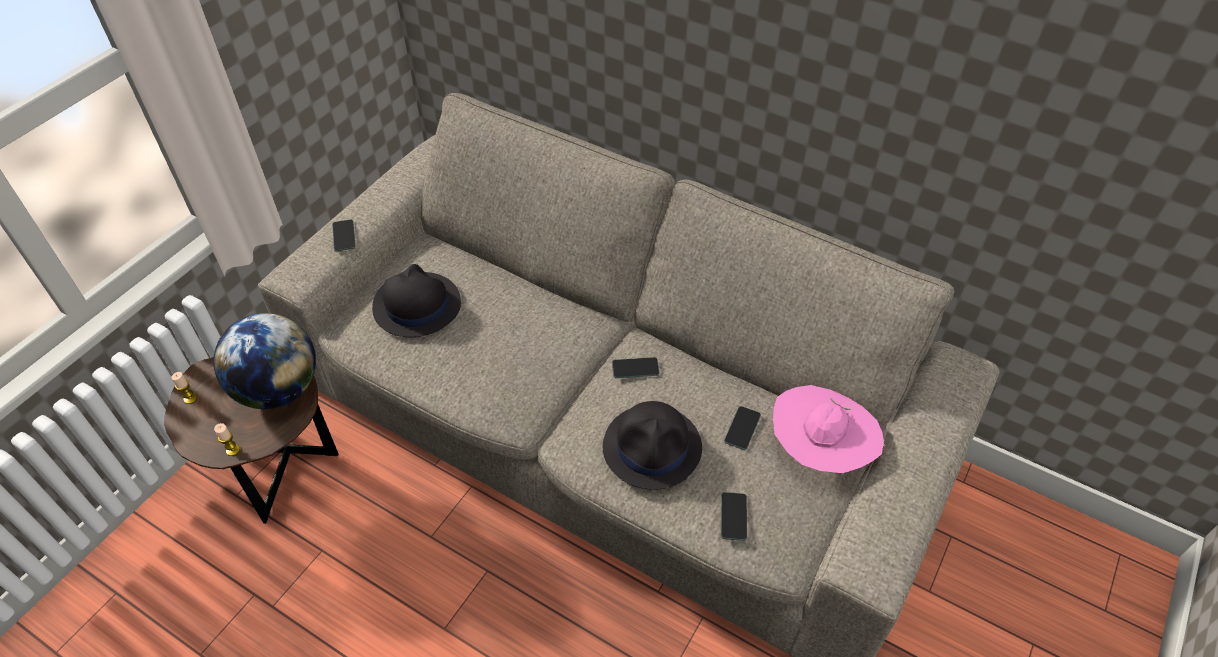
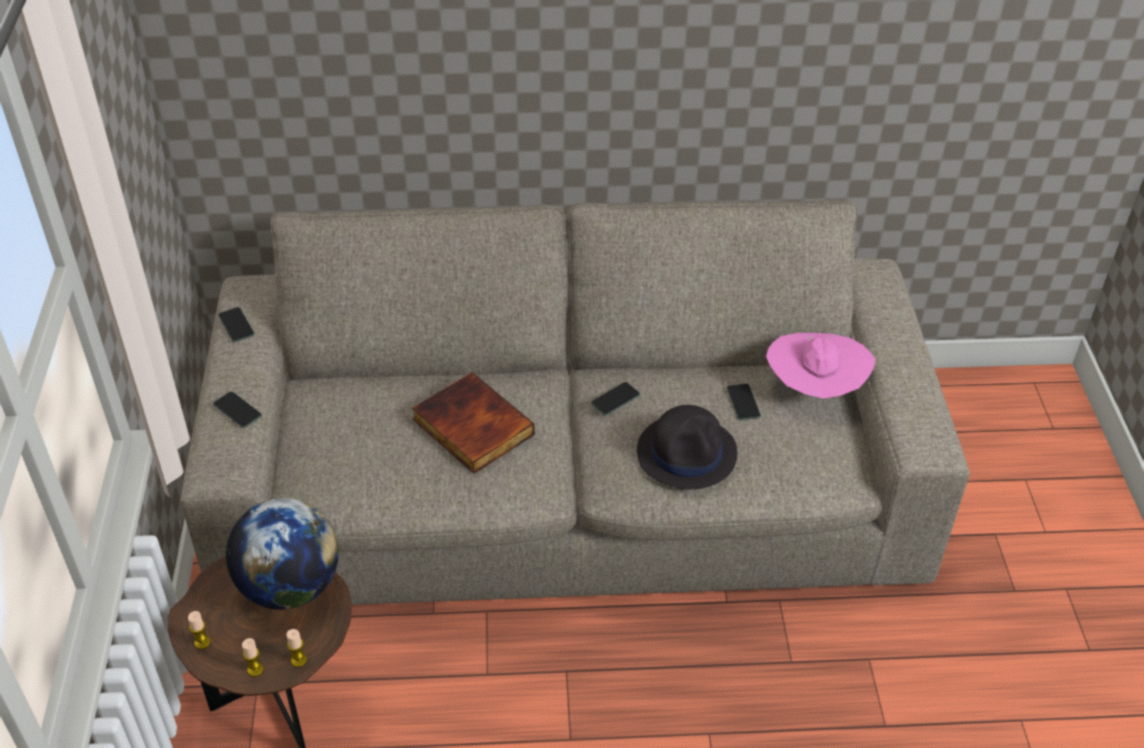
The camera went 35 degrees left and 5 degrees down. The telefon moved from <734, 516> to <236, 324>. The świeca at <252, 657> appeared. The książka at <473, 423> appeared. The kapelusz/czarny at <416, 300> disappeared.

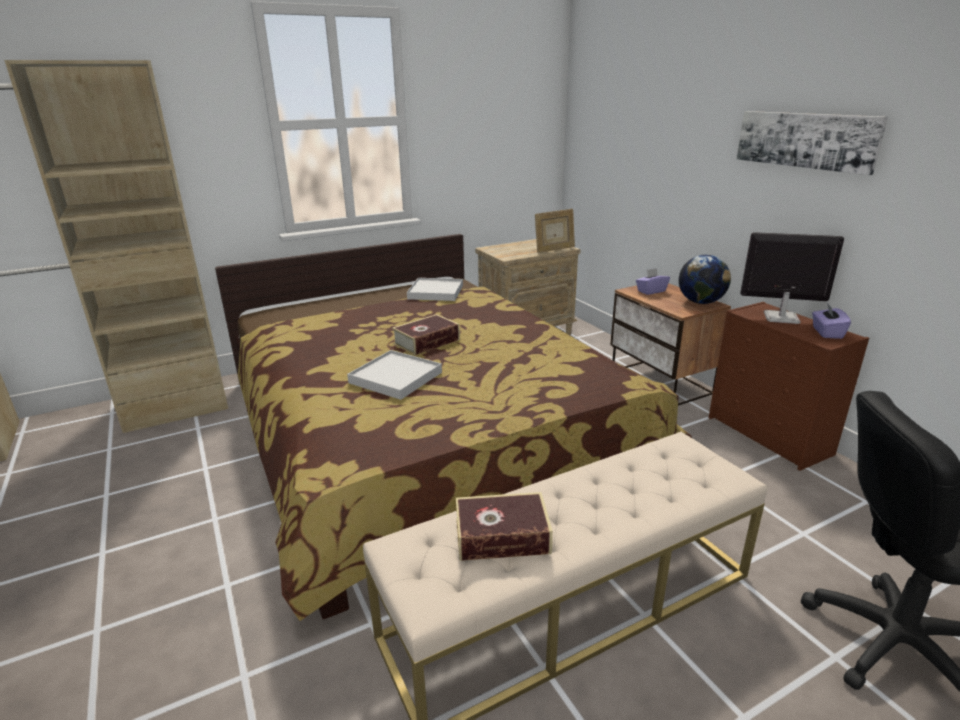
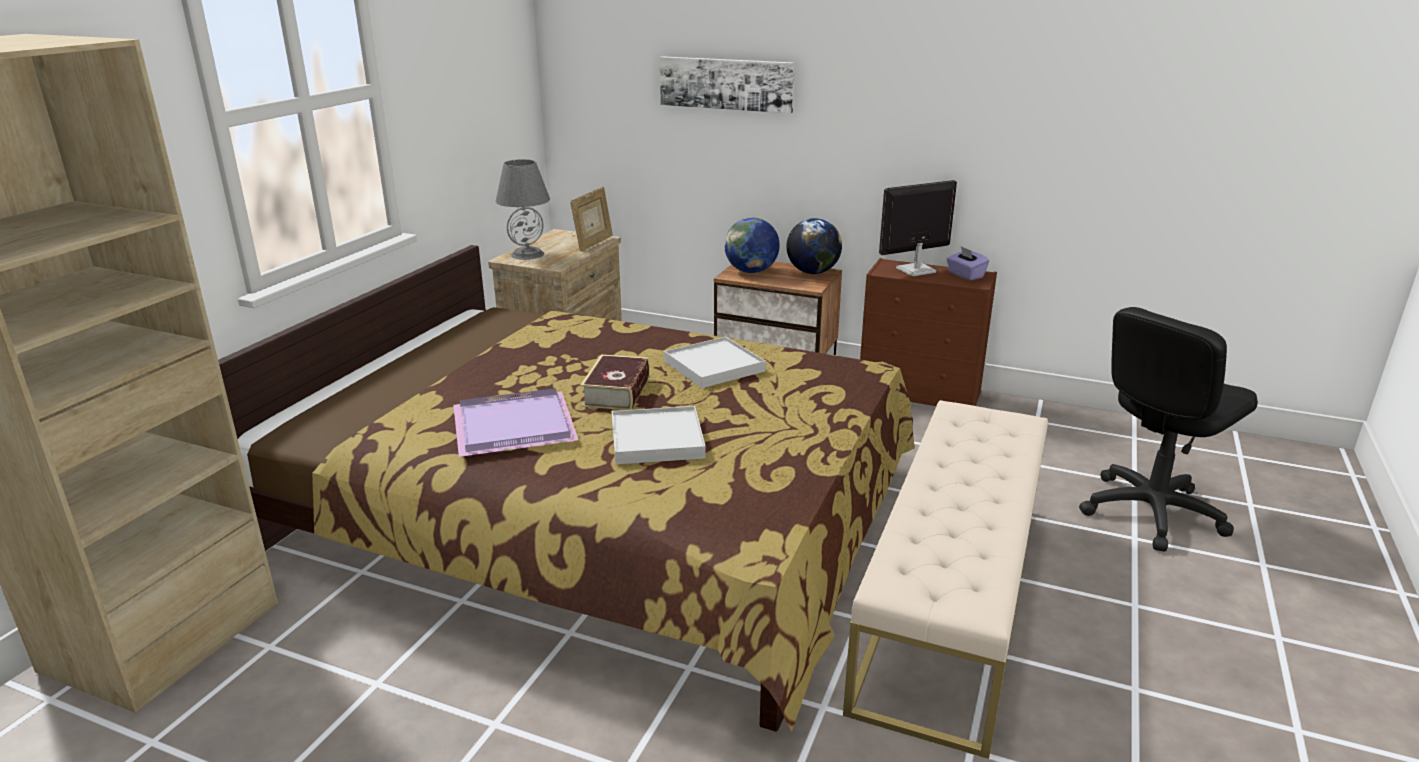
The camera went 40 degrees left and 0 degrees up. The taca/fioletowy at <516, 422> appeared. The lampa stołowa/szary at <522, 209> appeared. The obraz moved from <812, 143> to <727, 85>. The taca/biały moved from <435, 289> to <715, 362>. The pudełko chusteczek/fioletowy at <653, 281> was replaced by the globus at <752, 245>. The książka at <504, 526> disappeared.

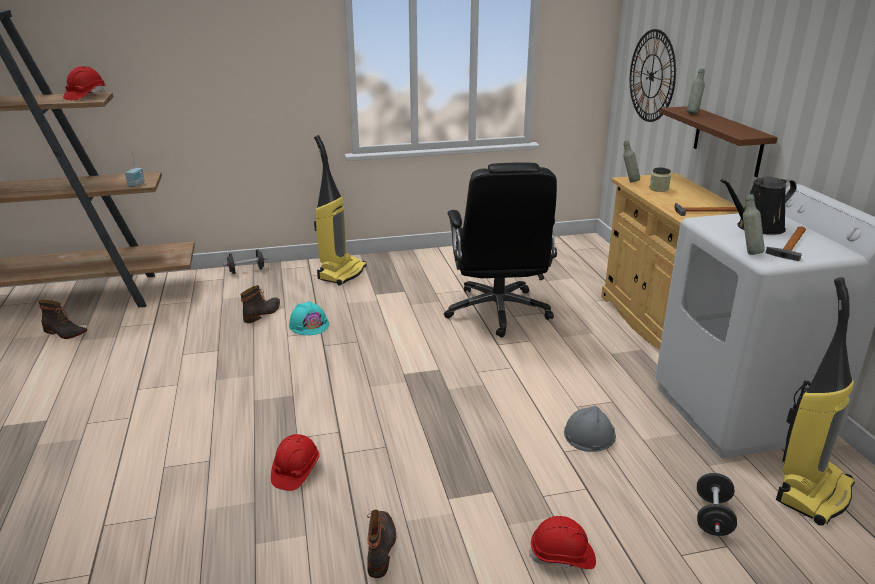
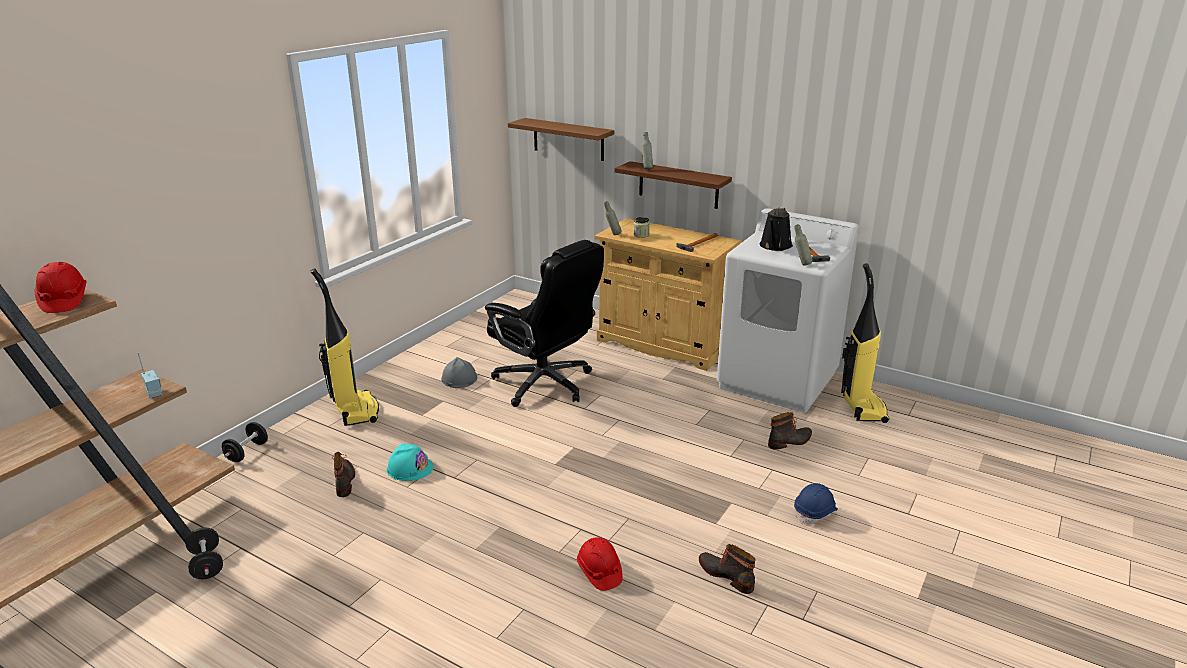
The camera went 45 degrees left and 0 degrees up. The hantel/czarny moved from <717, 504> to <204, 553>. The kask/szary moved from <590, 429> to <459, 372>. The zegar ścienny at <653, 75> was replaced by the półka/brązowy at <561, 139>. The but z cholewką moved from <63, 319> to <790, 431>. The kask/czerwony at <562, 542> became the kask/niebieski at <816, 504>.

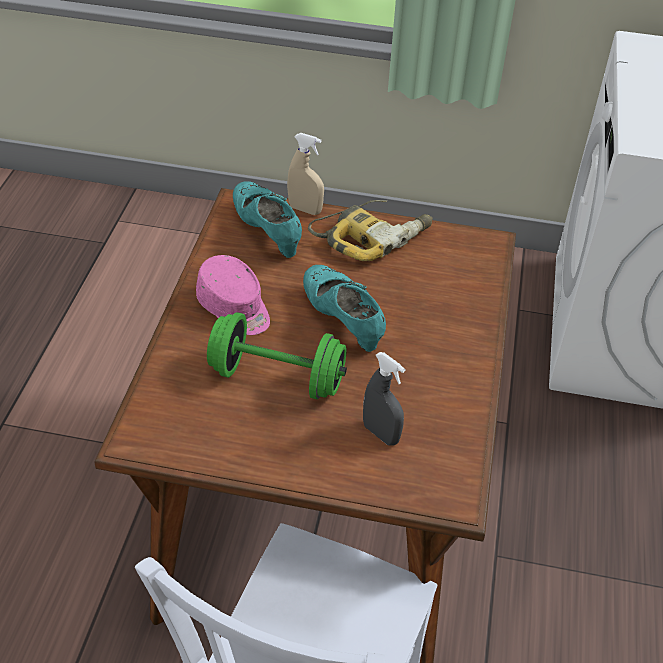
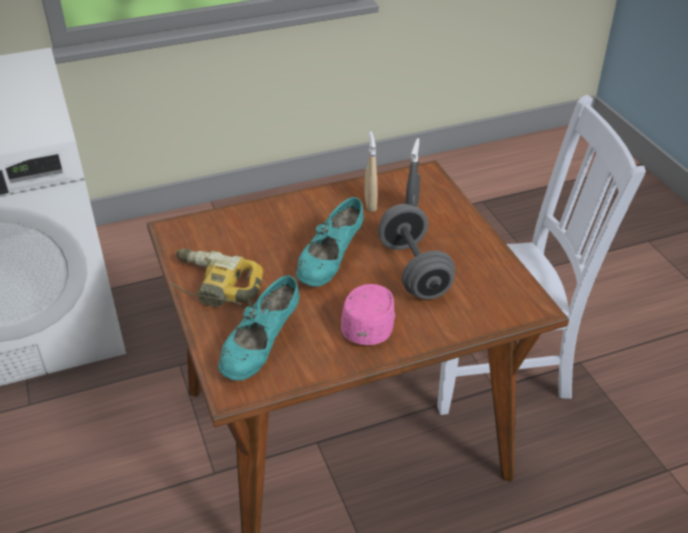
The camera went 120 degrees left and 5 degrees down. The spryskiwacz/beżowy moved from <305, 174> to <371, 171>. The hantel/zielony at <277, 356> became the hantel/szary at <416, 252>.

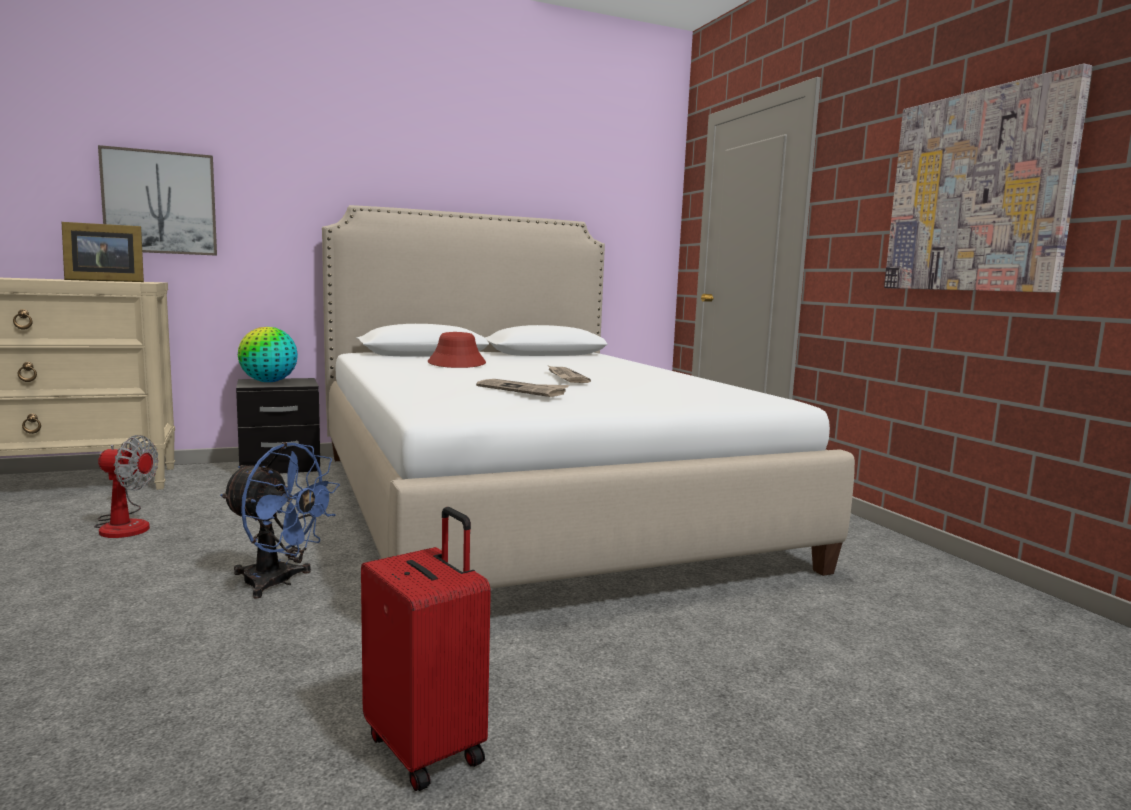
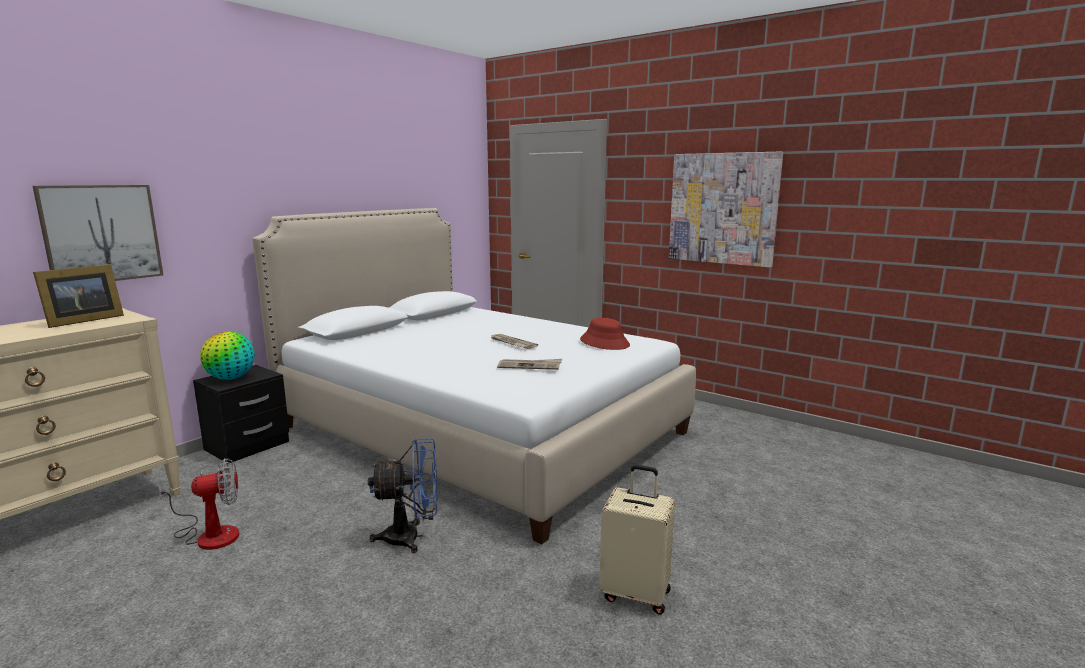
The camera went 30 degrees left and 5 degrees up. The kapelusz/czerwony moved from <457, 350> to <605, 334>. The walizka/czerwony at <426, 649> became the walizka/beżowy at <637, 540>.

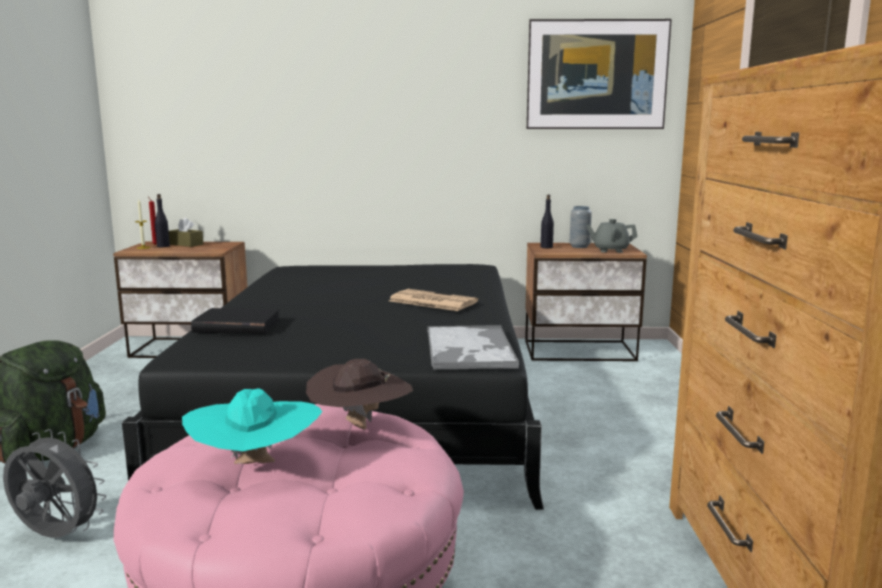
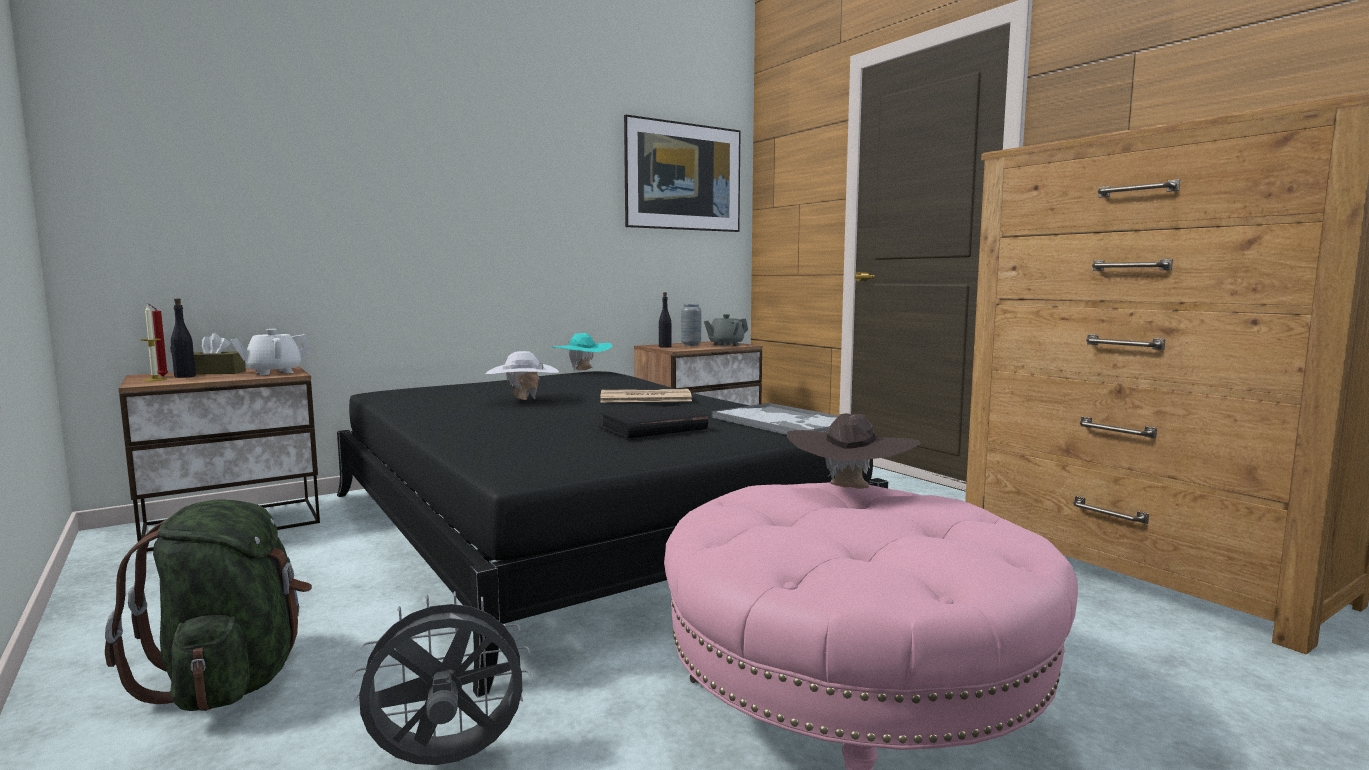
The camera went 35 degrees left and 5 degrees down. The imbryk/biały at <270, 352> appeared. The kapelusz/biały at <522, 375> appeared. The kapelusz/turkusowy moved from <252, 426> to <581, 352>. The książka/czarny moved from <236, 321> to <653, 422>.

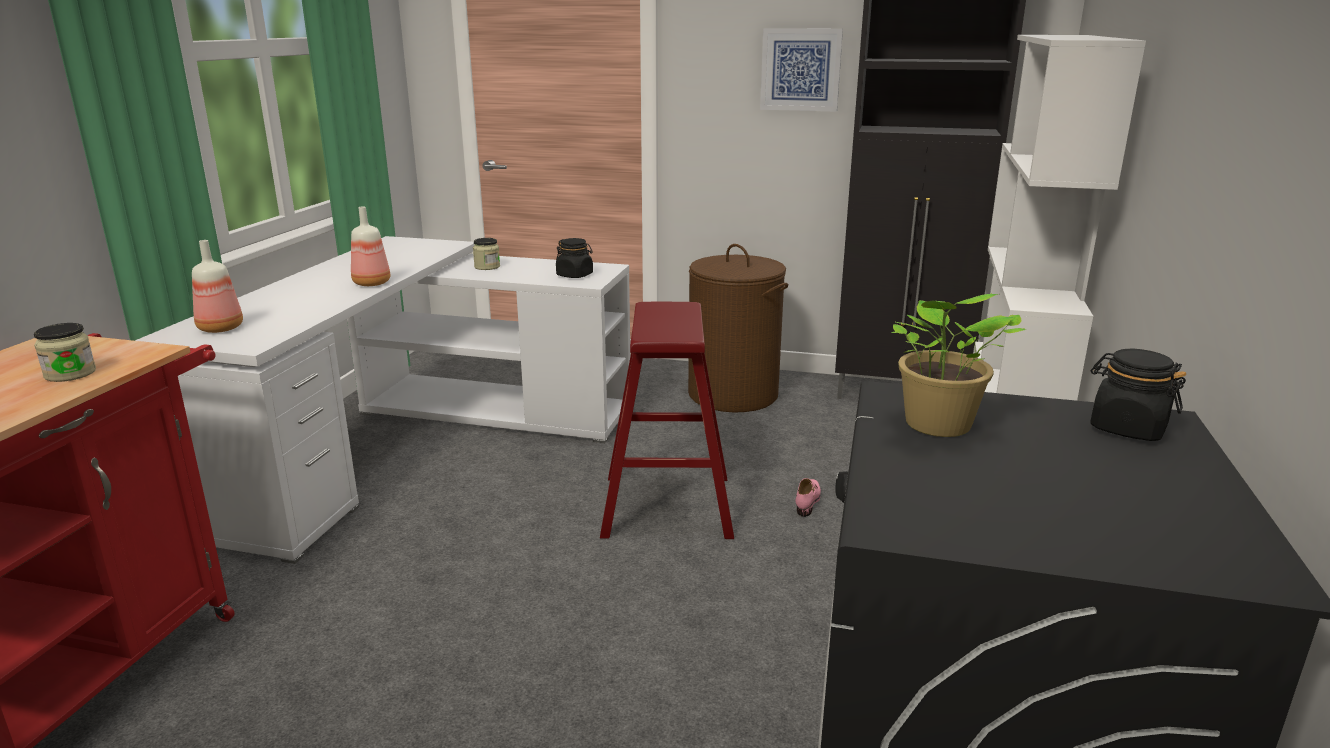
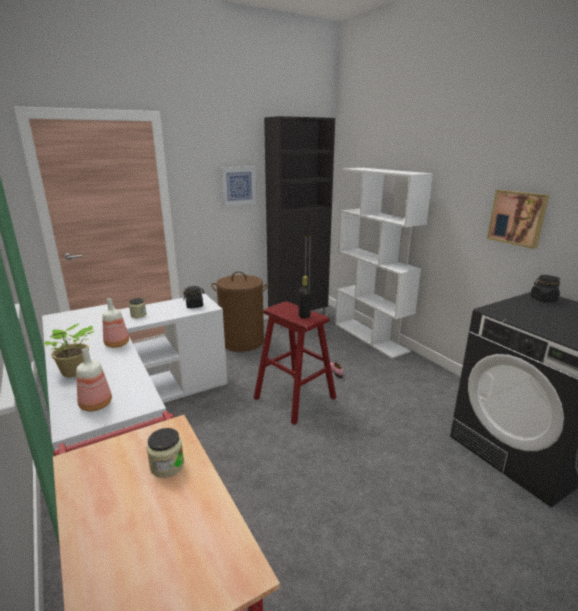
The camera went 45 degrees left and 0 degrees up. The roślina doniczkowa moved from <958, 365> to <68, 350>. The butelka/czarny at <304, 297> appeared. The obraz at <518, 219> appeared.

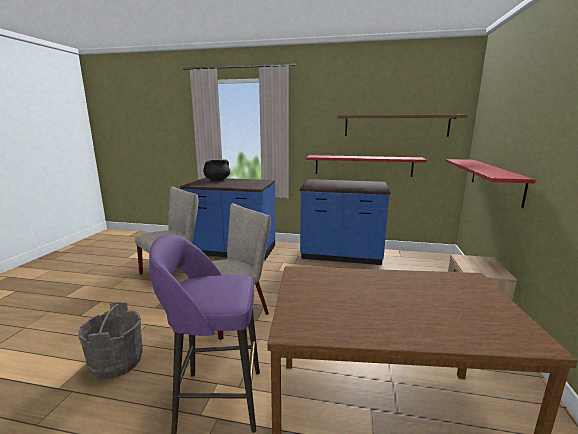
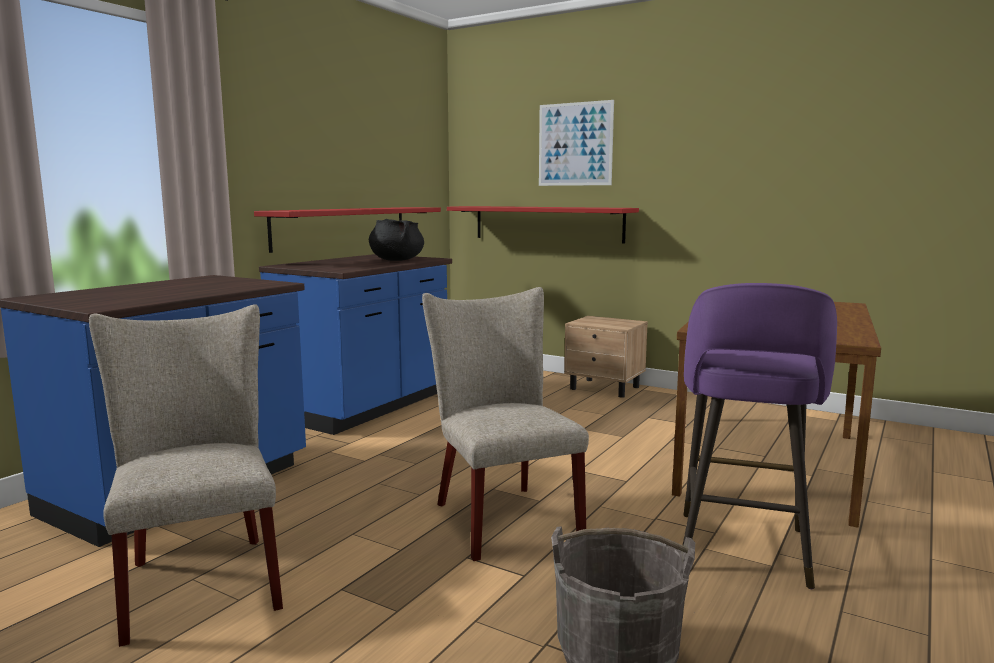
The camera went 70 degrees left and 5 degrees down. The garnek/czarny moved from <216, 170> to <396, 240>. The obraz at <576, 143> appeared. The półka/brązowy at <402, 126> disappeared.

